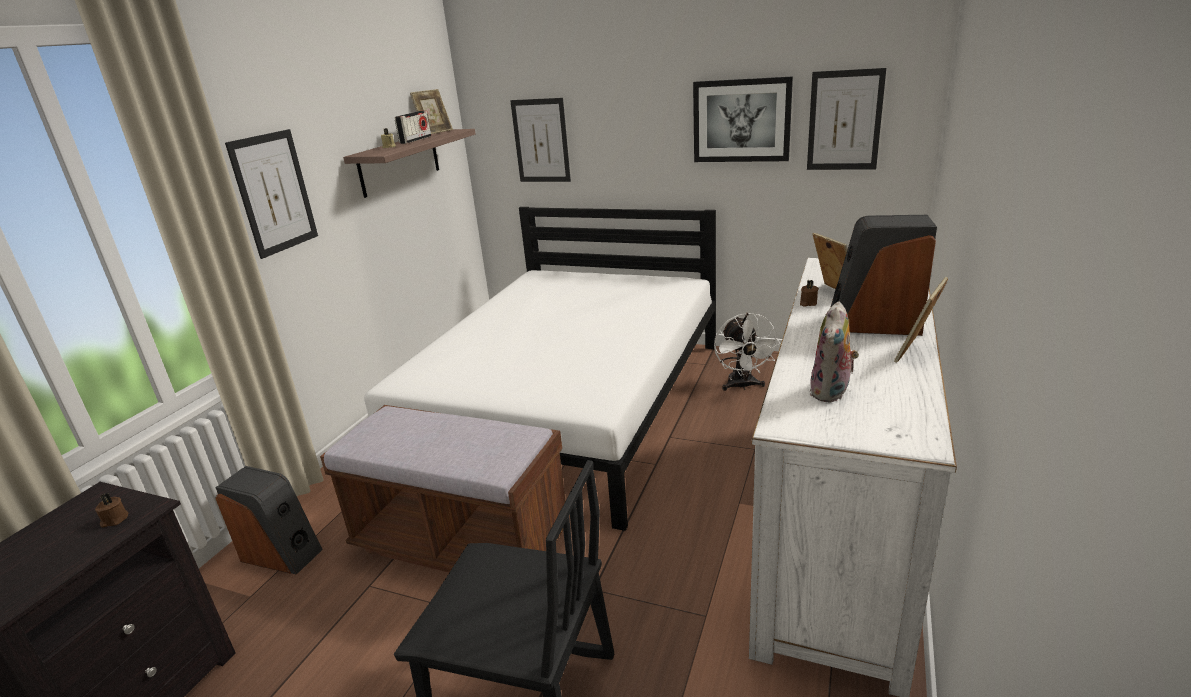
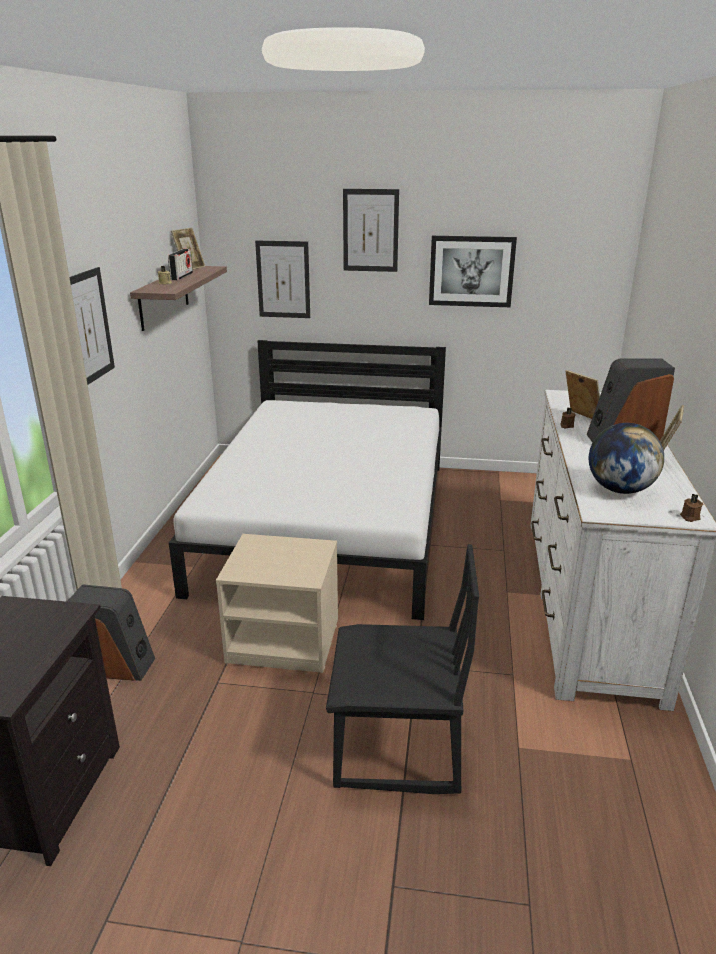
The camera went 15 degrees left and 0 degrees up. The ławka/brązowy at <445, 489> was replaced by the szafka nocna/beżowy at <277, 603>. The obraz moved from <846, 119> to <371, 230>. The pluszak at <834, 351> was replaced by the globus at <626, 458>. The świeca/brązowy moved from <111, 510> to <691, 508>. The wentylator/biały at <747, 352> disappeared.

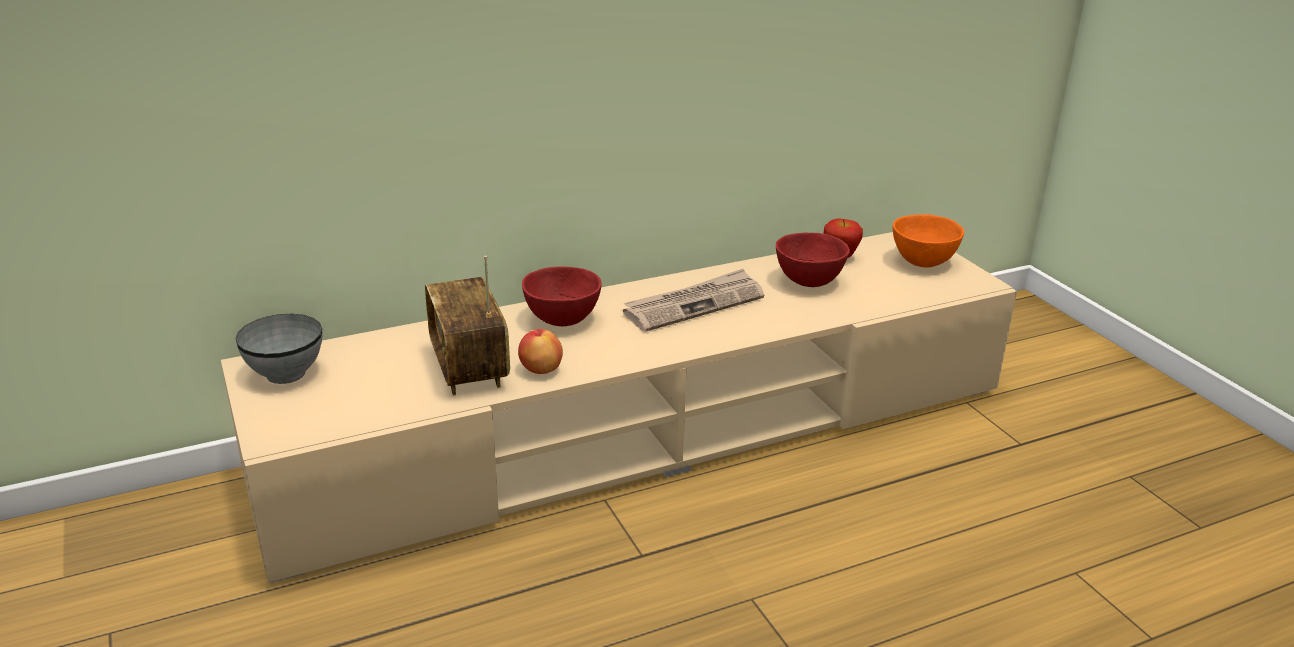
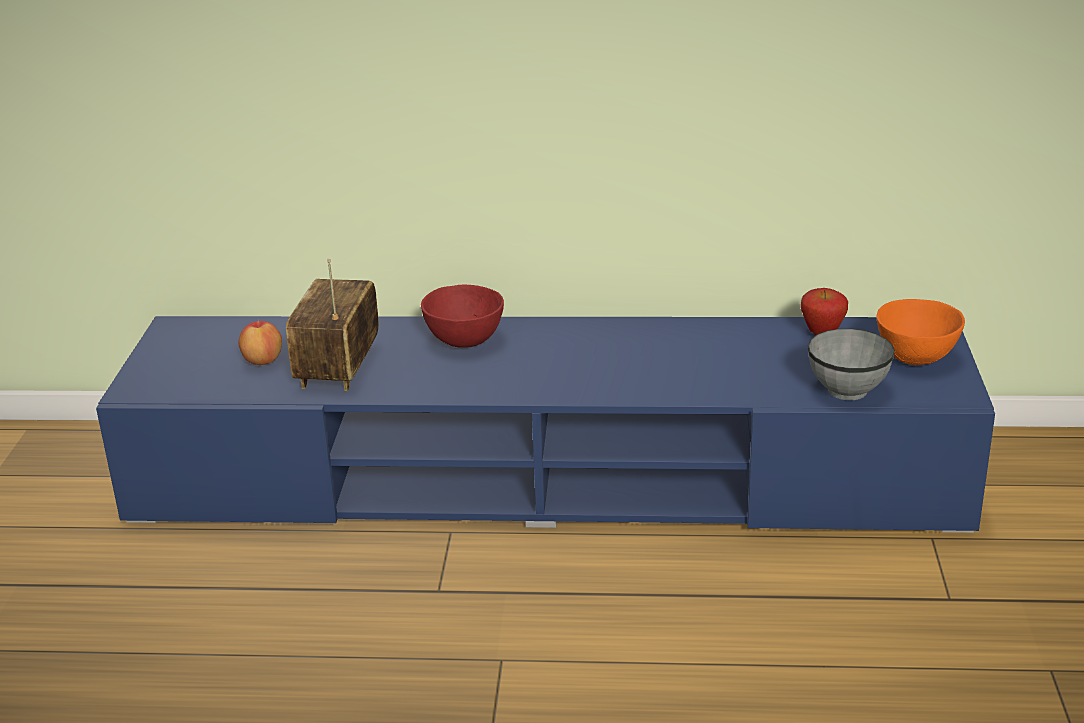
The camera went 30 degrees right and 0 degrees up. The szafka pod telewizor/beżowy at <619, 407> became the szafka pod telewizor/niebieski at <545, 424>. The jabłko moved from <540, 351> to <260, 342>. The miska/szary moved from <279, 349> to <851, 364>. The gazeta at <693, 300> disappeared. The miska/czerwony at <813, 260> disappeared.

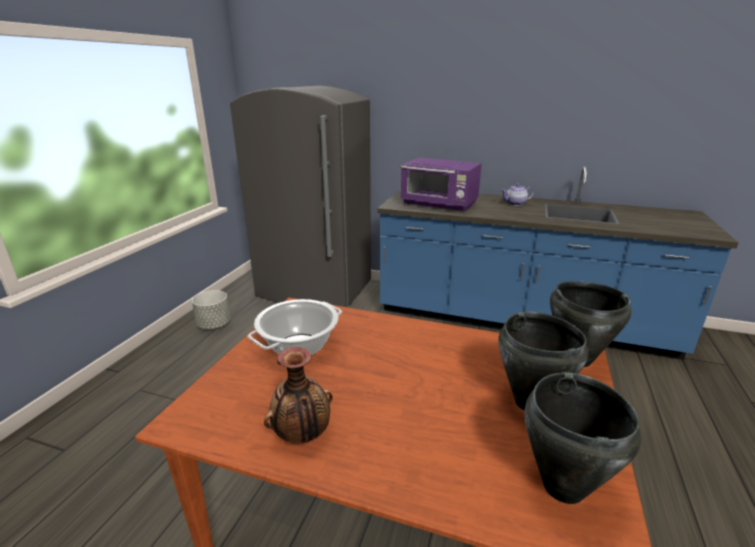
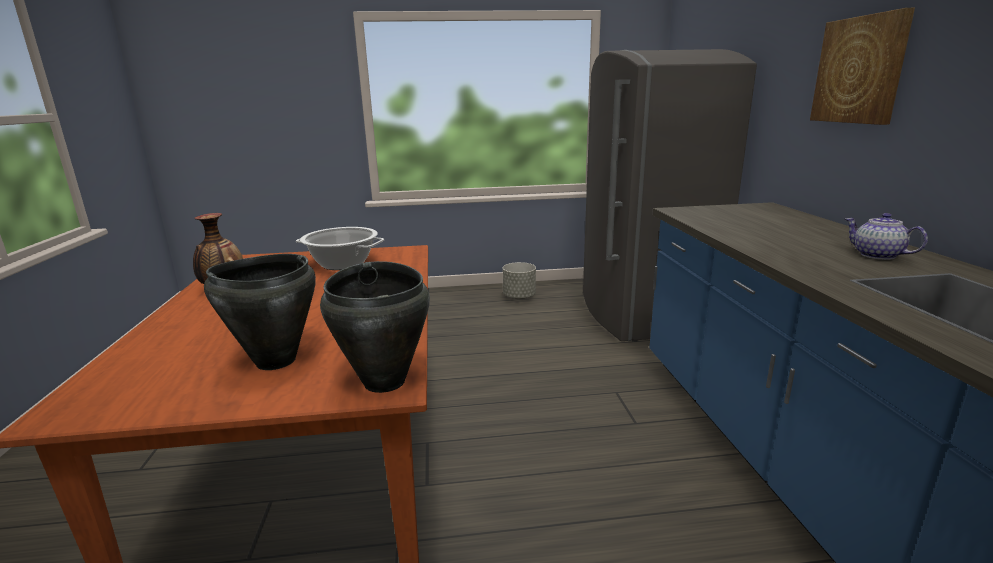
The camera went 65 degrees right and 5 degrees down. The obraz at <862, 66> appeared. The mikrofalówka/fioletowy at <441, 185> disappeared. The garnek/czarny at <582, 438> disappeared.

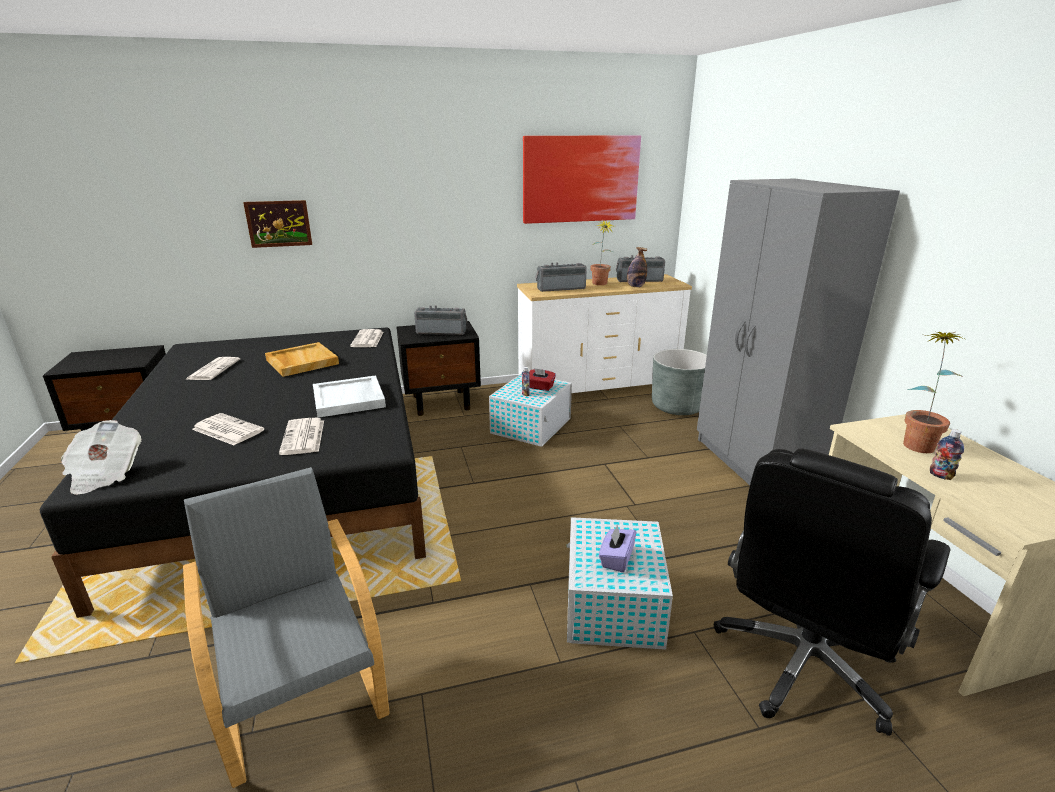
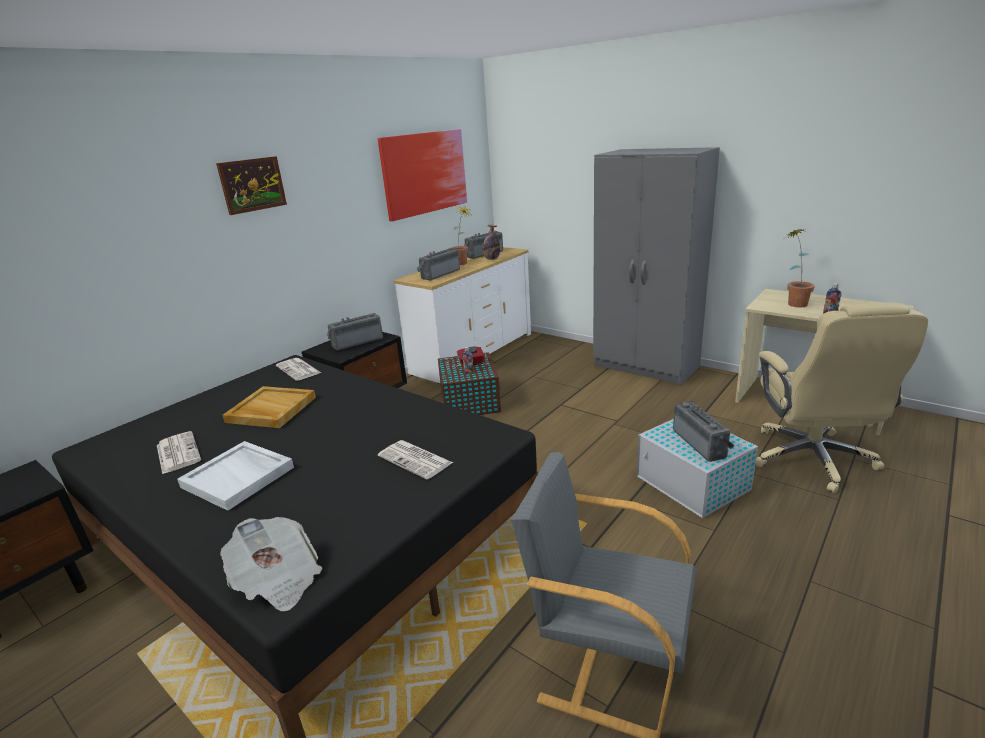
The camera went 35 degrees left and 0 degrees up. The taca/biały moved from <349, 396> to <235, 476>. The obraz moved from <277, 224> to <251, 185>. The pojemnik do przechowywania/biały at <530, 409> became the pojemnik do przechowywania/brązowy at <469, 383>. The pudełko chusteczek/fioletowy at <618, 548> was replaced by the radio at <703, 431>. The krzesło biurowe/czarny at <832, 592> became the krzesło biurowe/beżowy at <841, 398>. The gazeta at <228, 429> disappeared. The donica/szary at <679, 382> disappeared.

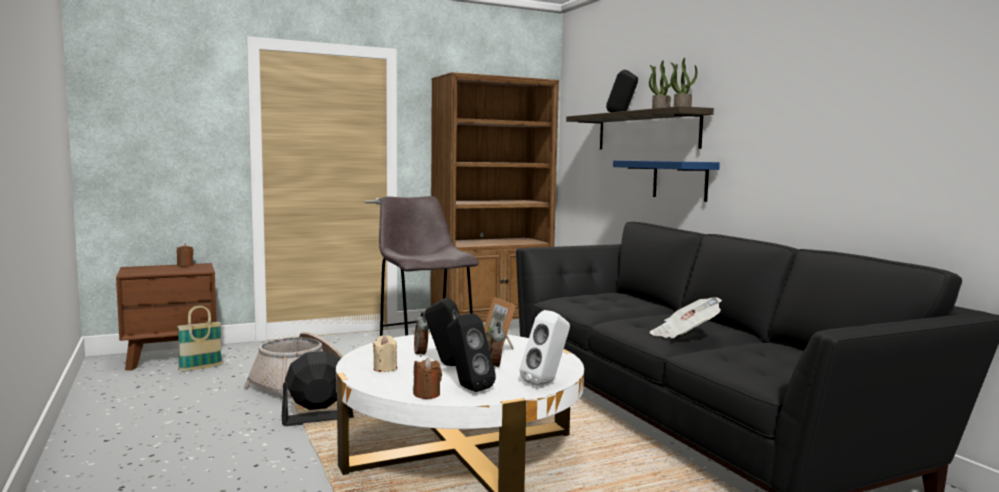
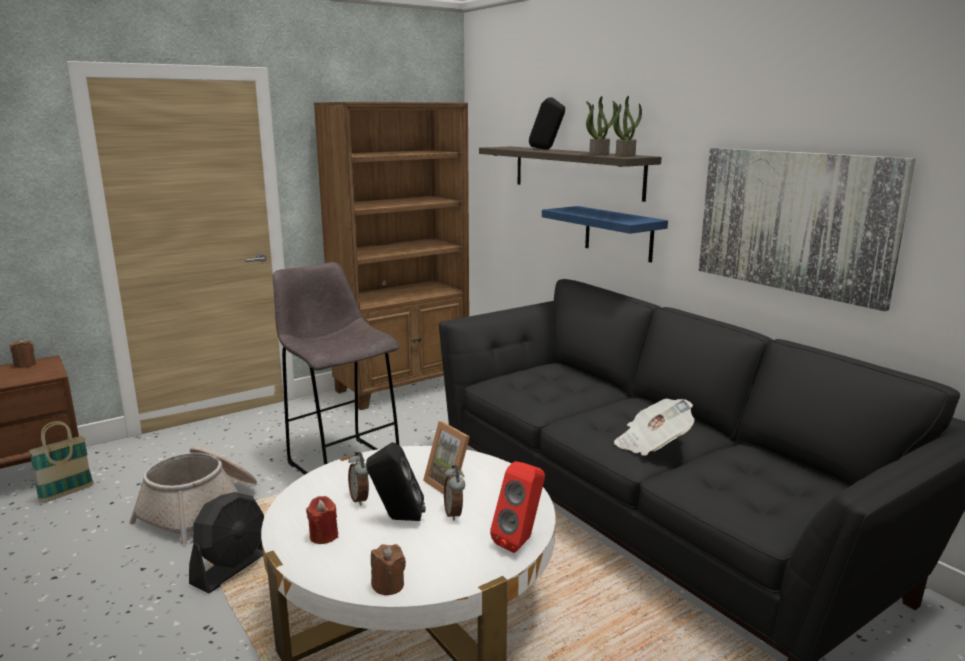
The camera went 10 degrees left and 10 degrees up. The wentylator/czarny at <318, 388> turned 150 degrees clockwise. The świeca/beżowy at <385, 353> became the świeca/czerwony at <322, 520>. The głośnik/biały at <545, 348> became the głośnik/czerwony at <517, 507>. The obraz at <807, 229> appeared. The głośnik/czarny at <471, 352> disappeared.

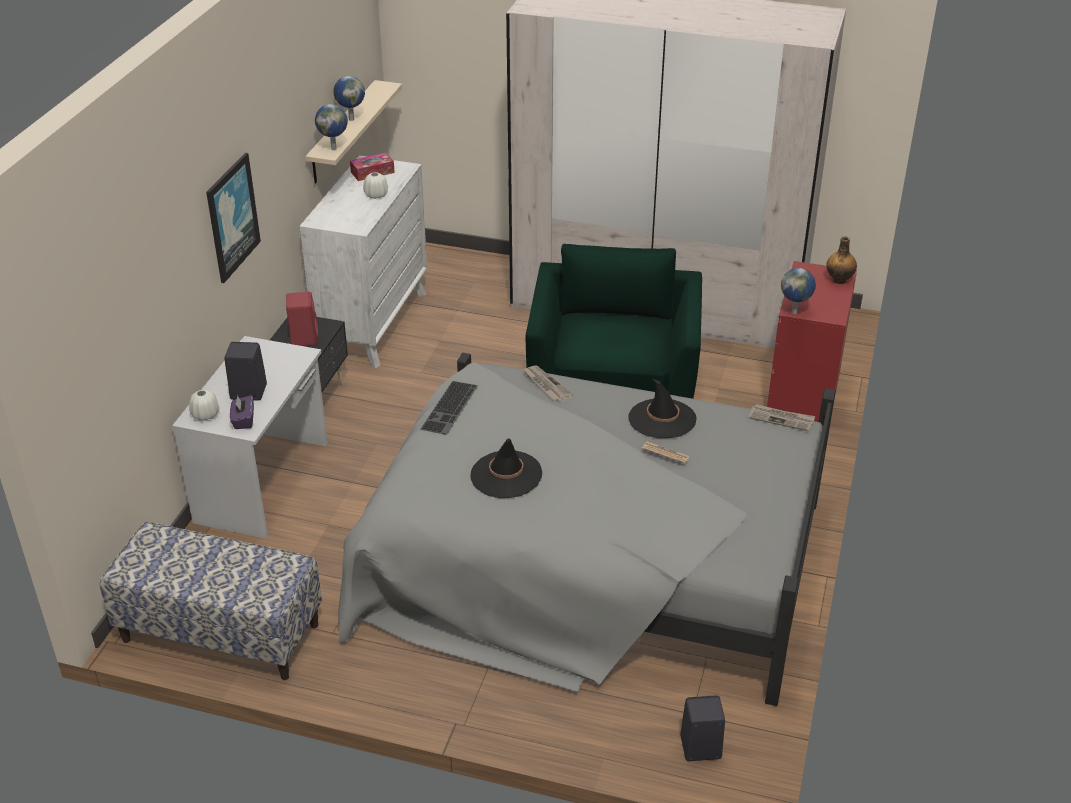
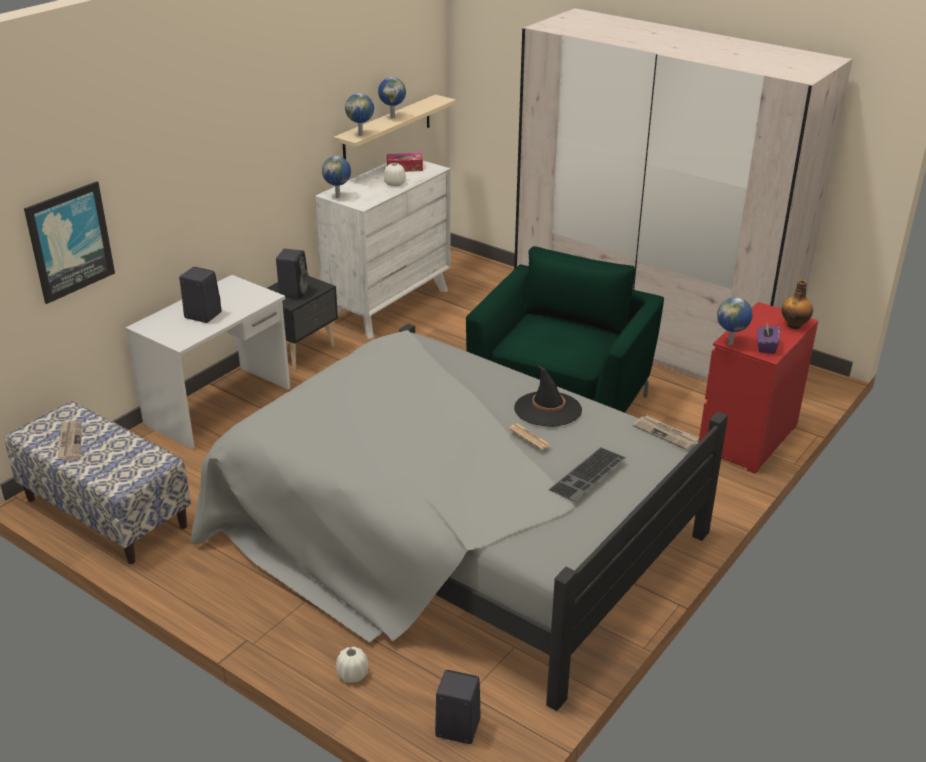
The camera went 20 degrees right and 5 degrees down. The obraz moved from <233, 218> to <69, 242>. The gazeta moved from <548, 383> to <69, 441>. The głośnik/czerwony at <302, 319> became the głośnik/czarny at <292, 274>. The globus at <336, 177> appeared. The wazon/biały moved from <204, 405> to <352, 665>. The klawiatura moved from <449, 408> to <587, 474>. The pudełko chusteczek/fioletowy moved from <242, 412> to <768, 338>. The kapelusz/czarny at <506, 468> disappeared.

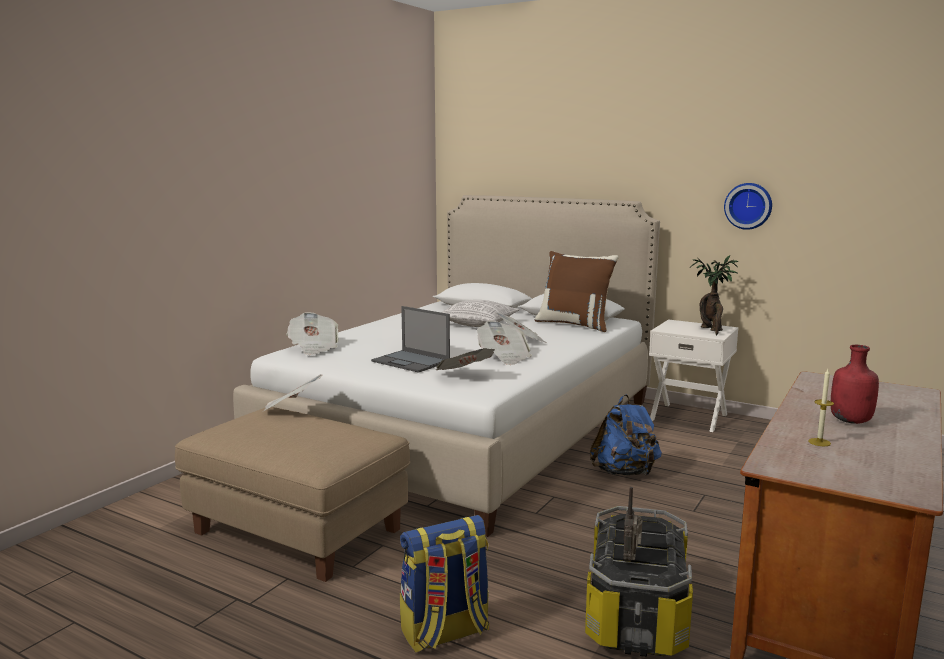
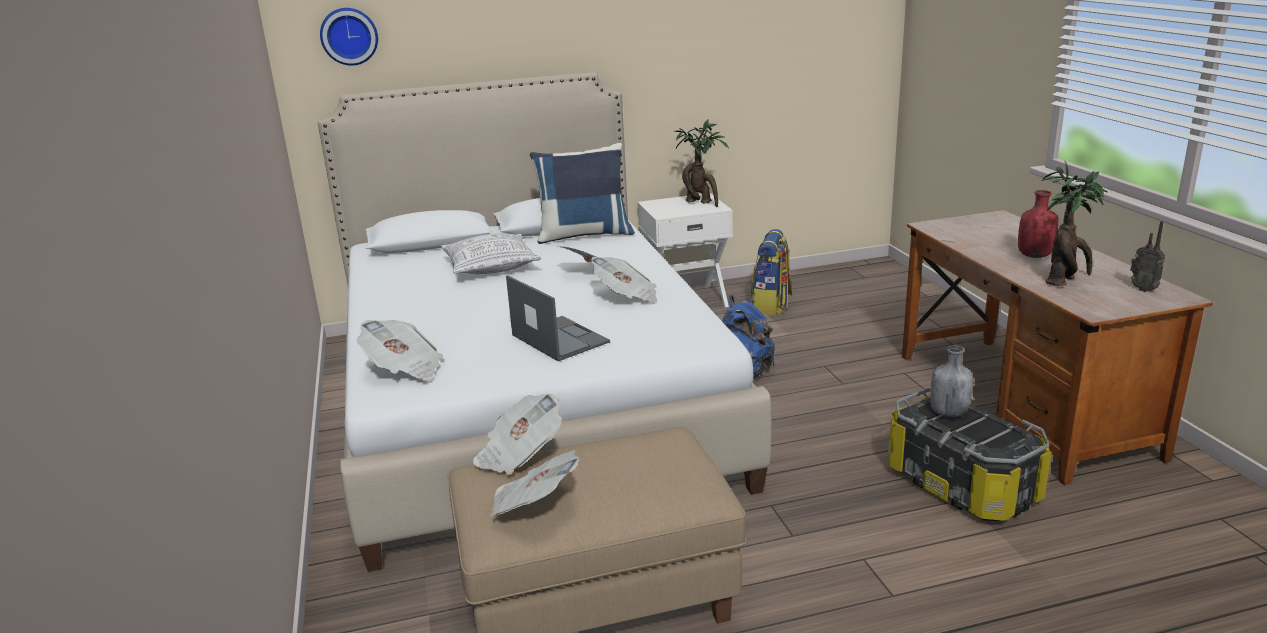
The camera went 45 degrees left and 10 degrees up. The zegar ścienny moved from <748, 206> to <349, 37>. The gazeta moved from <465, 359> to <534, 483>. The laptop at <410, 339> turned 120 degrees counterclockwise. The poduszka/brązowy at <577, 291> became the poduszka/niebieski at <582, 193>. The plecak moved from <445, 584> to <771, 272>. The butelka/szary at <951, 381> appeared. The świeca at <821, 407> was replaced by the roślina doniczkowa at <1074, 223>. The radio moved from <632, 524> to <1147, 256>.

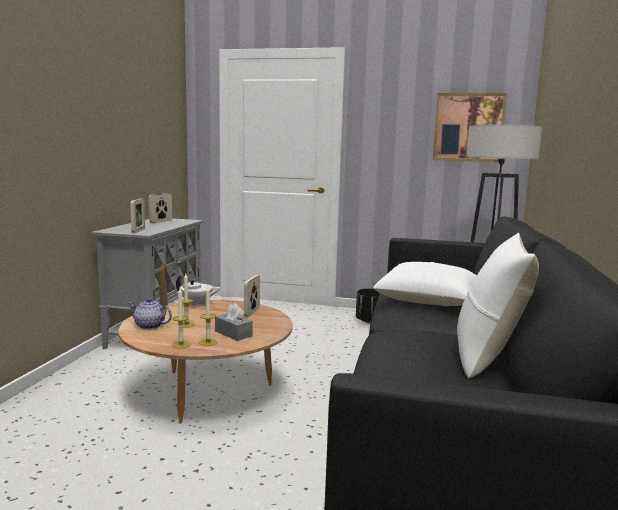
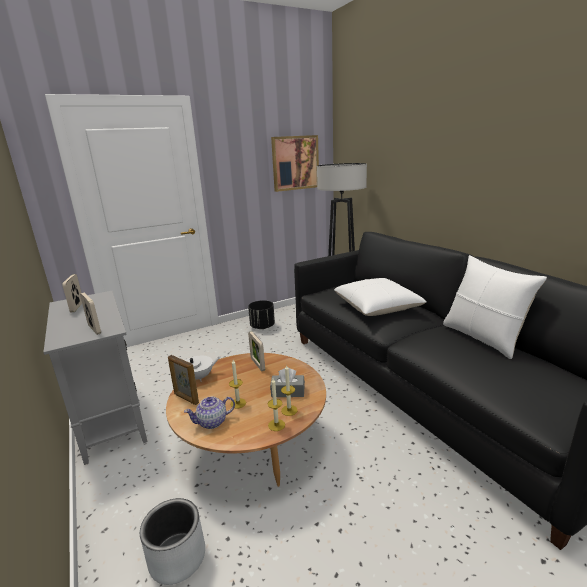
The camera went 40 degrees left and 10 degrees up. The donica/szary at <172, 541> appeared.

